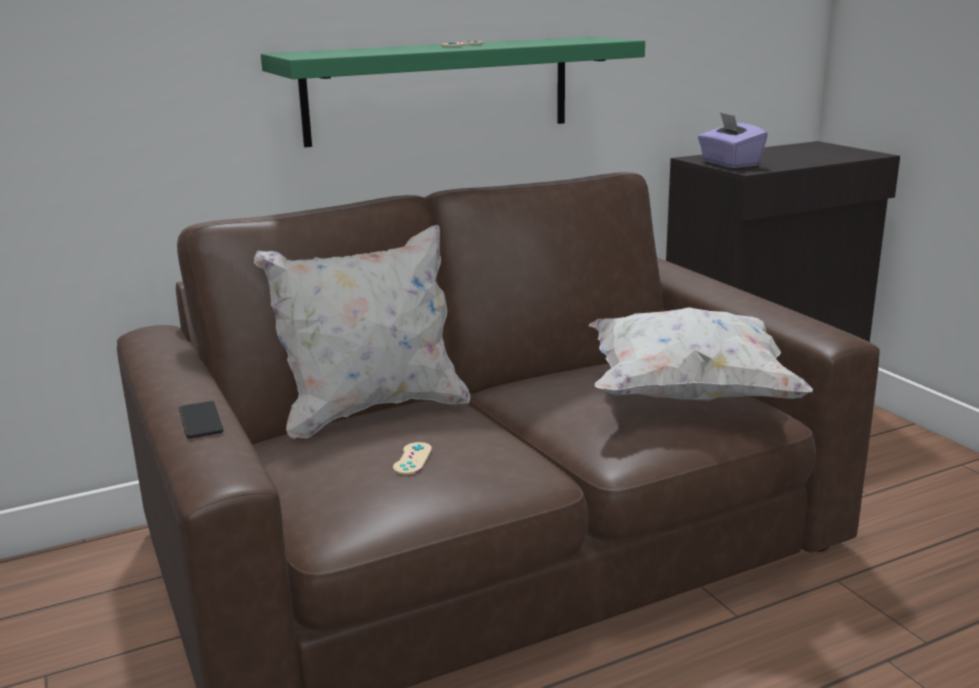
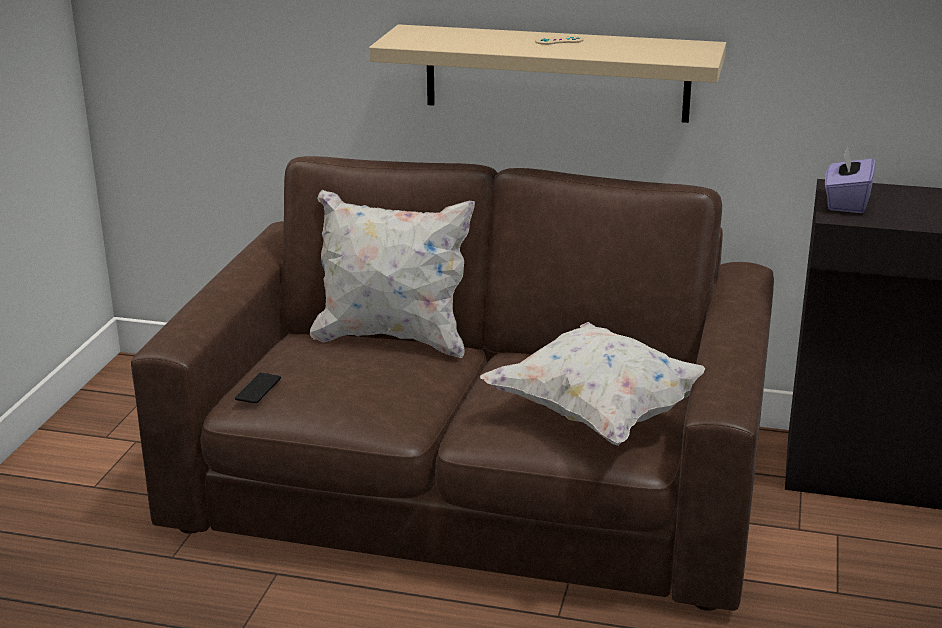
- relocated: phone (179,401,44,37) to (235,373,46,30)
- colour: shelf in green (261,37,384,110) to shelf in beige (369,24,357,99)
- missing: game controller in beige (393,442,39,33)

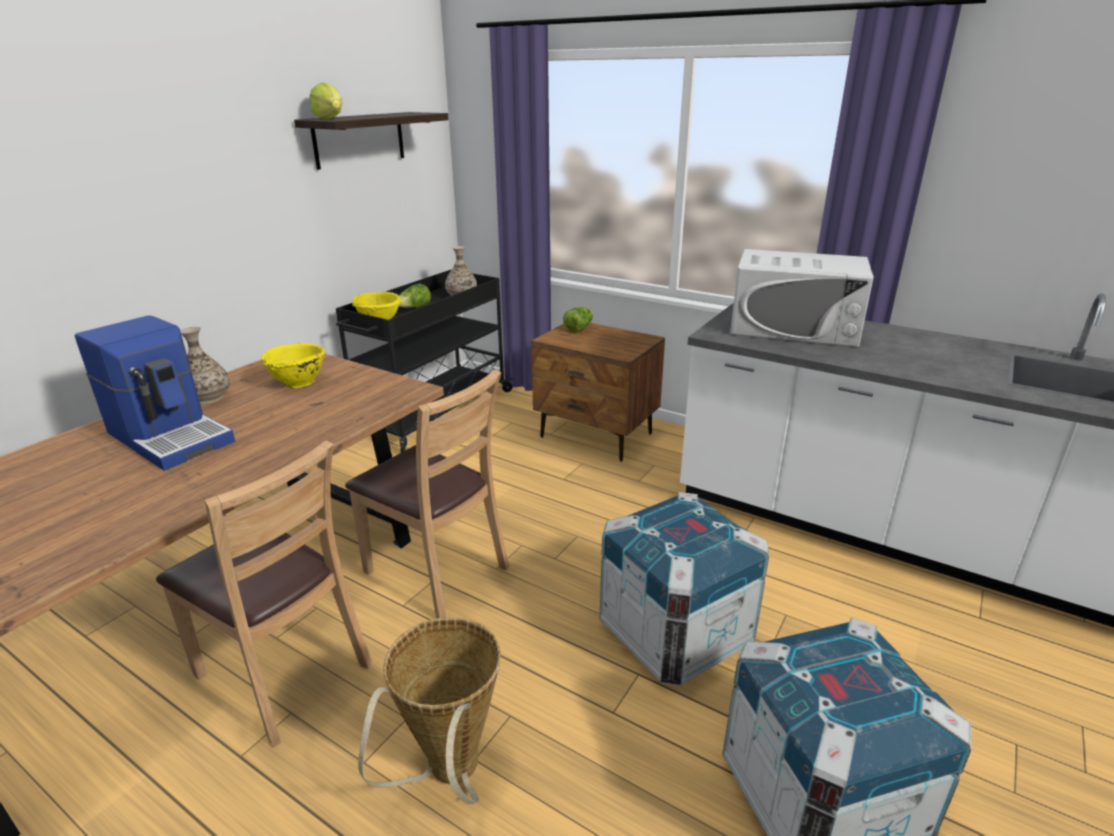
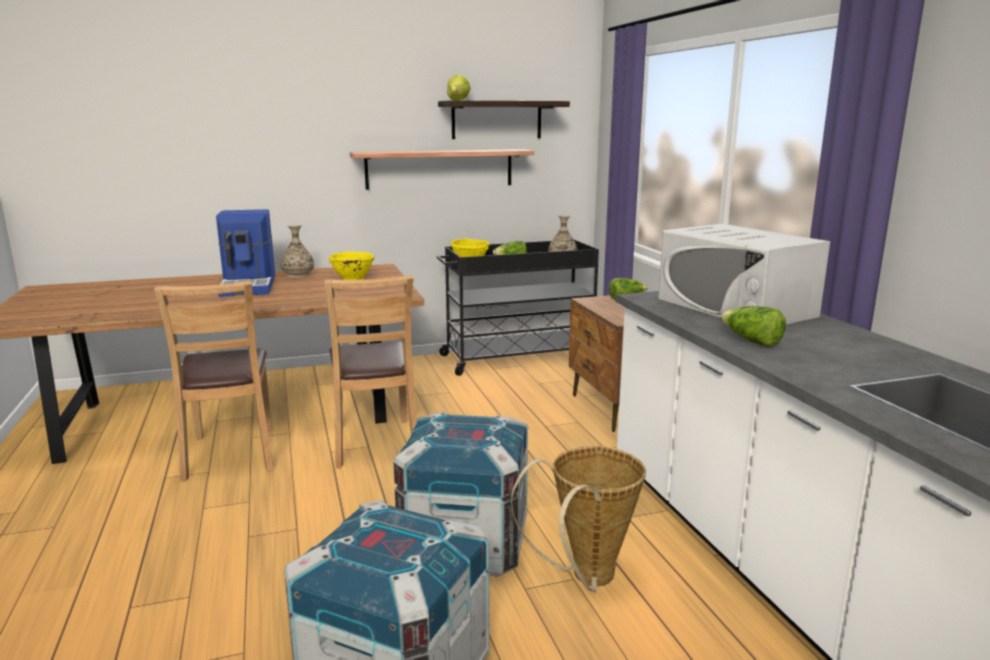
- relocated: basket (358,617,143,188) to (511,446,135,147)
- appeared: shelf (350,149,184,41)
- appeared: lettuce (721,306,65,41)

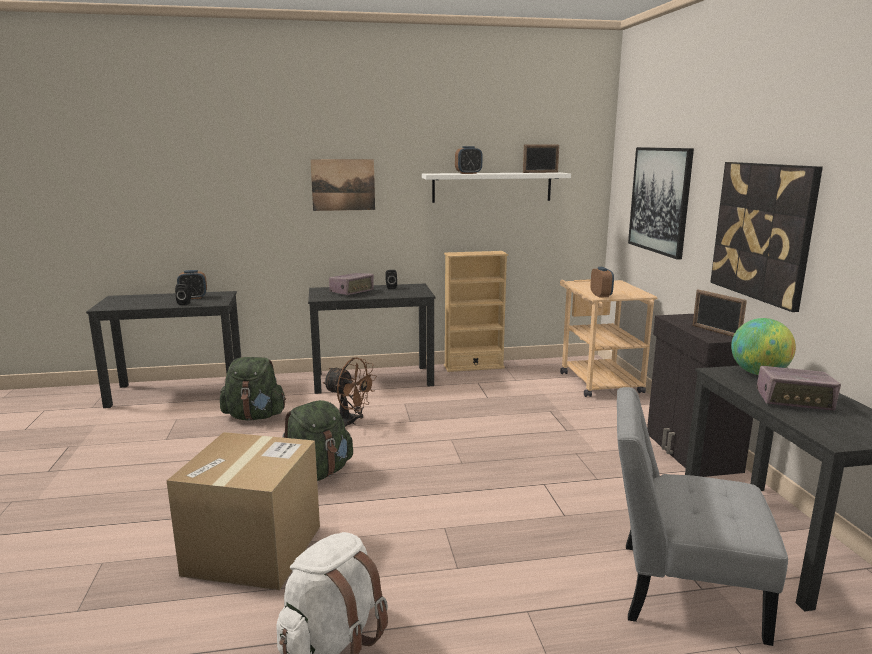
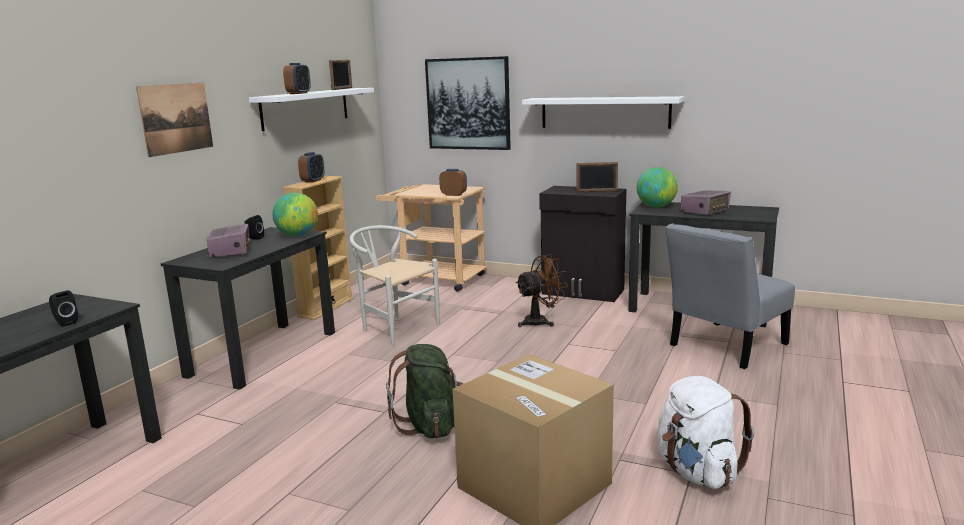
- relocated: alarm clock (177,270,30,29) to (298,152,27,31)
- missing: backpack in green (220,357,66,63)
- relocated: fan in brown (323,357,54,70) to (516,254,52,73)
- exchanged: picture (710,162,113,150) to shelf in white (522,96,162,33)
- appeared: globe (272,193,46,44)
- appeared: chair in white (350,225,90,121)

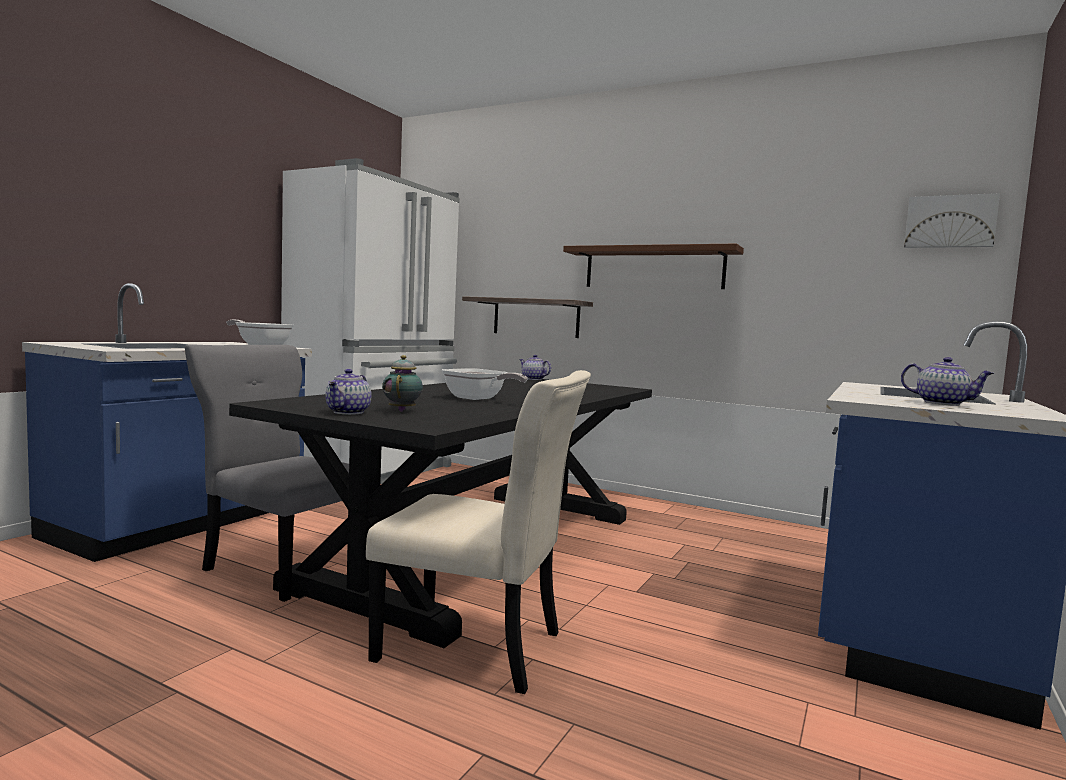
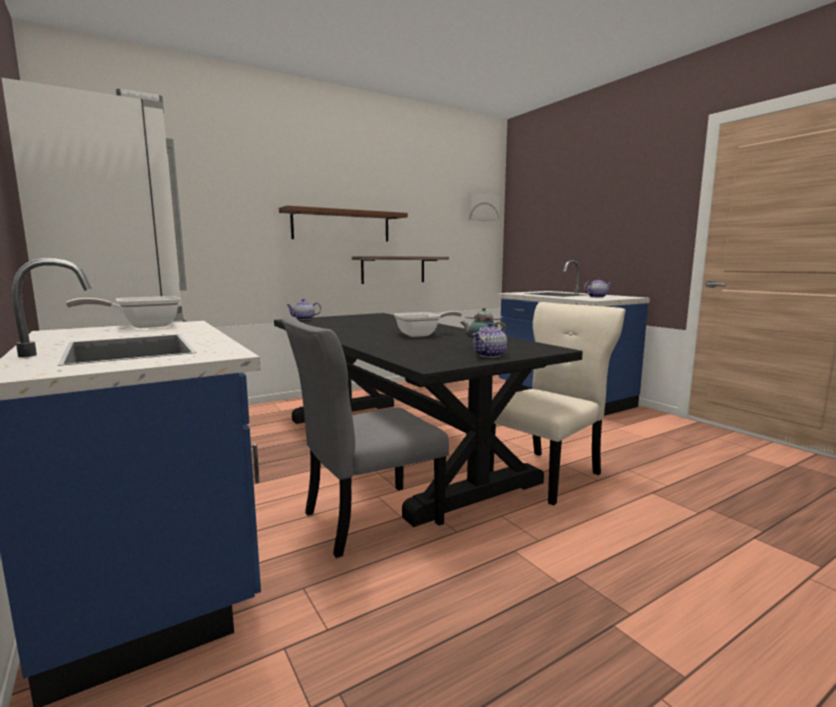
- spun: teapot (325,369,47,46) = (473,323,34,35) 90 degrees clockwise
- relocated: shelf (462,296,131,42) to (352,256,97,28)

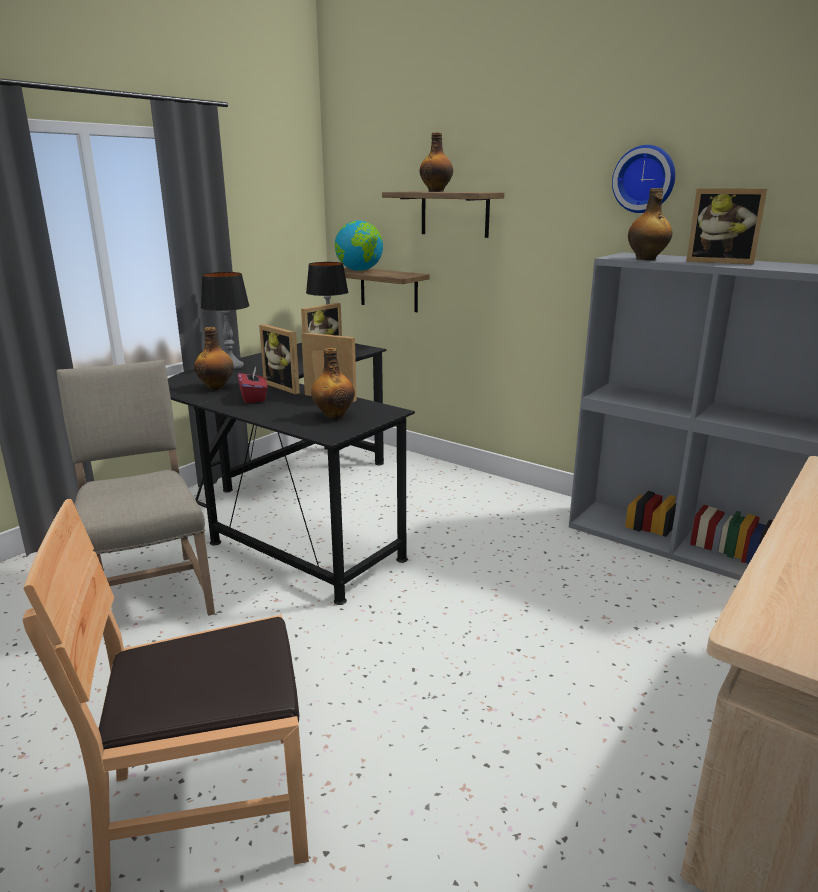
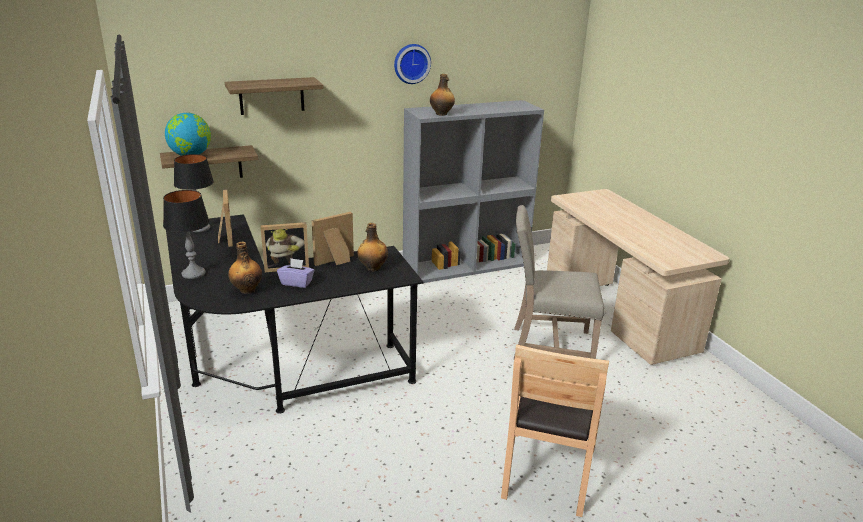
- relocated: chair in beige (56,360,159,256) to (514,205,91,154)
- colour: tissue box in red (238,367,30,36) to tissue box in purple (277,258,38,30)
- missing: bottle (420,132,33,60)
- missing: picture frame (686,188,81,77)

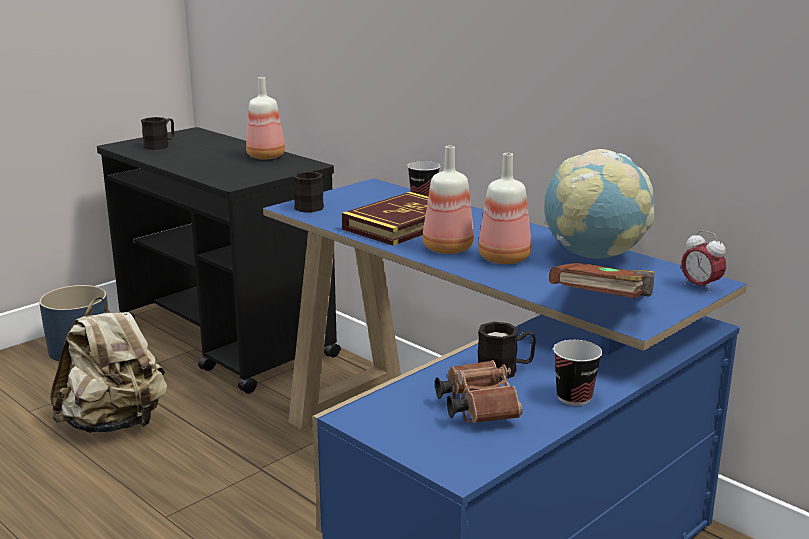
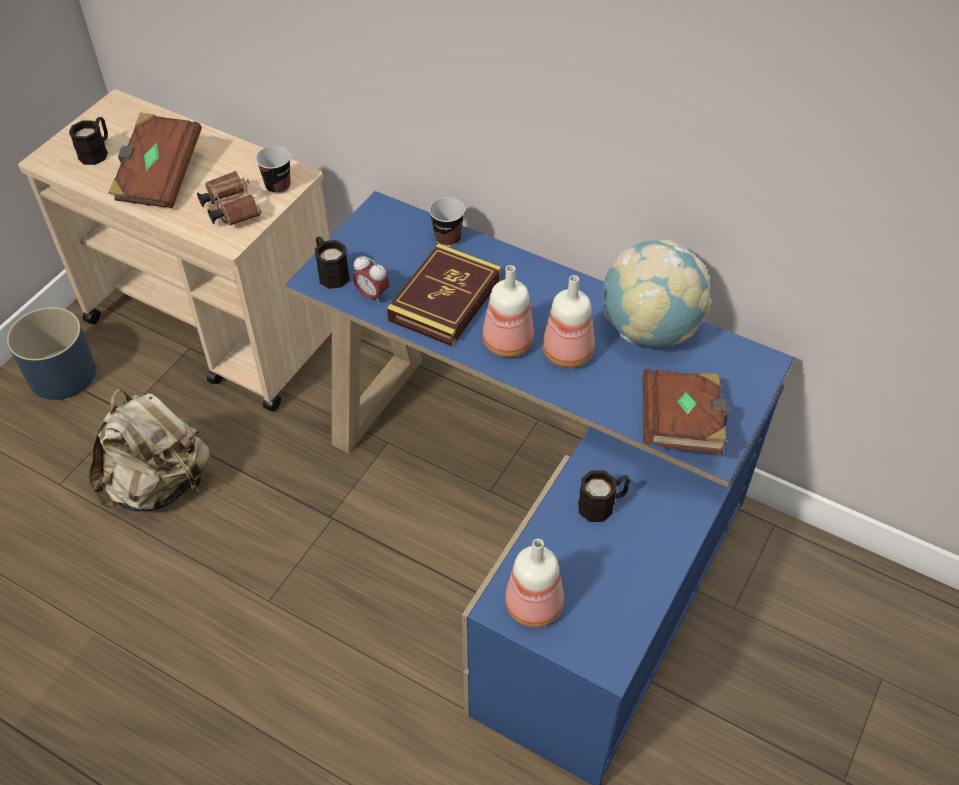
- colour: cart in black (97,127,244,267) to cart in beige (18,90,314,322)
- relocated: bottle (246,77,39,82) to (505,539,59,88)
- relocated: binoculars in brown (435,360,87,63) to (197,171,64,55)
- relocated: cup (553,340,49,66) to (256,146,35,48)
- relocated: alarm clock (681,230,45,63) to (352,256,38,48)
- appeared: book in brown (108,112,94,97)

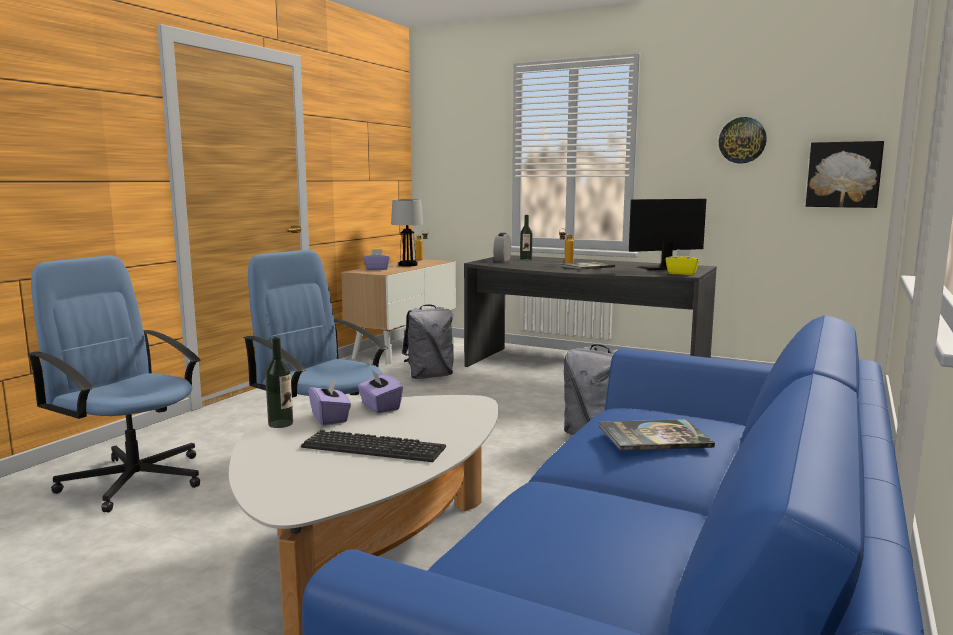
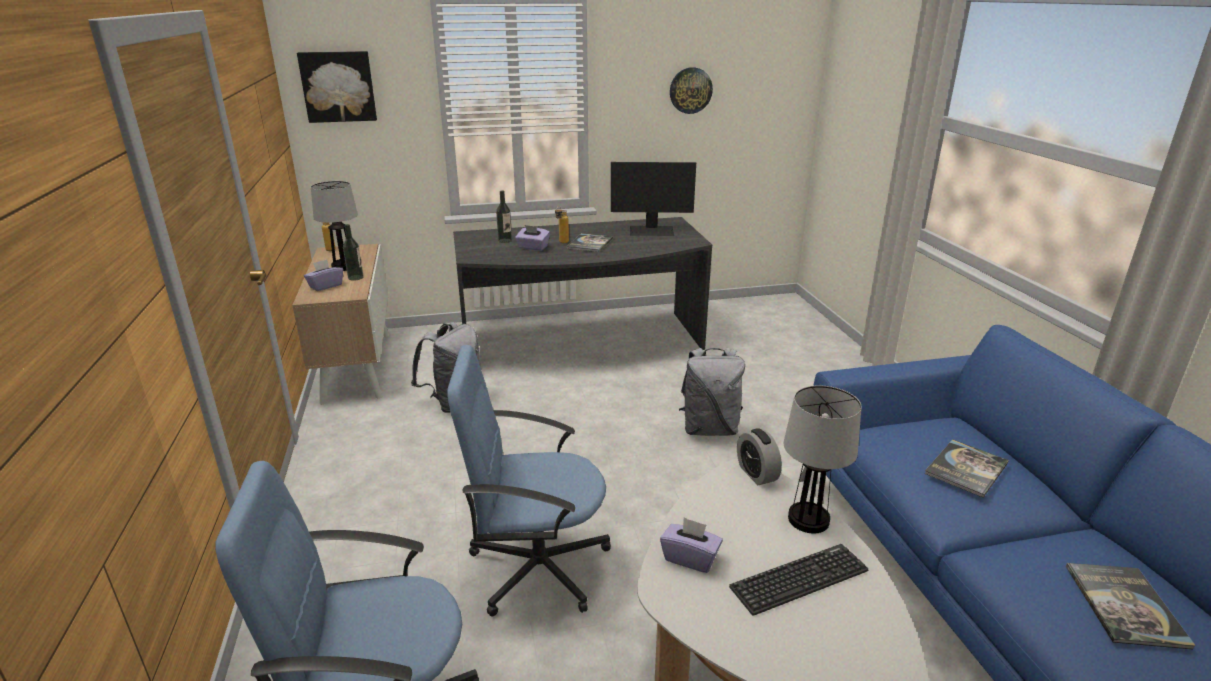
- relocated: bottle (265,337,28,91) to (343,224,21,57)
- relocated: tissue box in purple (357,369,46,44) to (515,225,35,26)
- relocated: alarm clock (493,233,18,28) to (737,428,45,57)
- spun: monitor (629,199,77,71) = (611,162,85,74) 120 degrees counterclockwise
- missing: tissue box in yellow (665,249,34,26)
- relocated: picture (806,141,78,67) to (297,51,80,72)
- appeared: table lamp (784,385,77,149)
- appeared: book (1066,563,130,87)

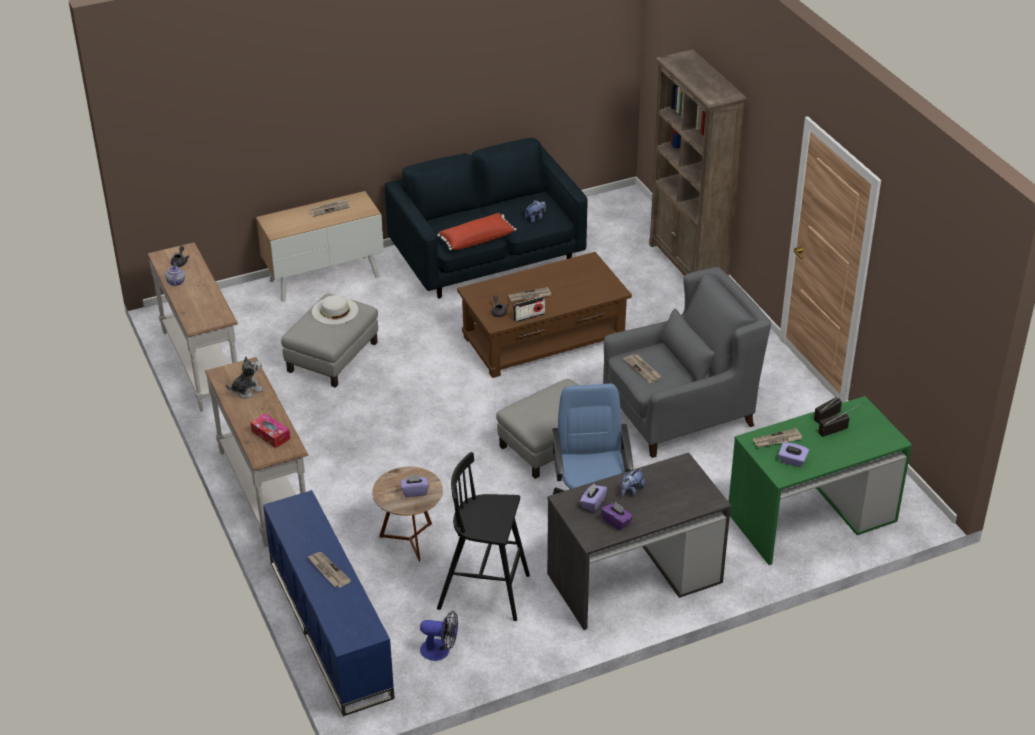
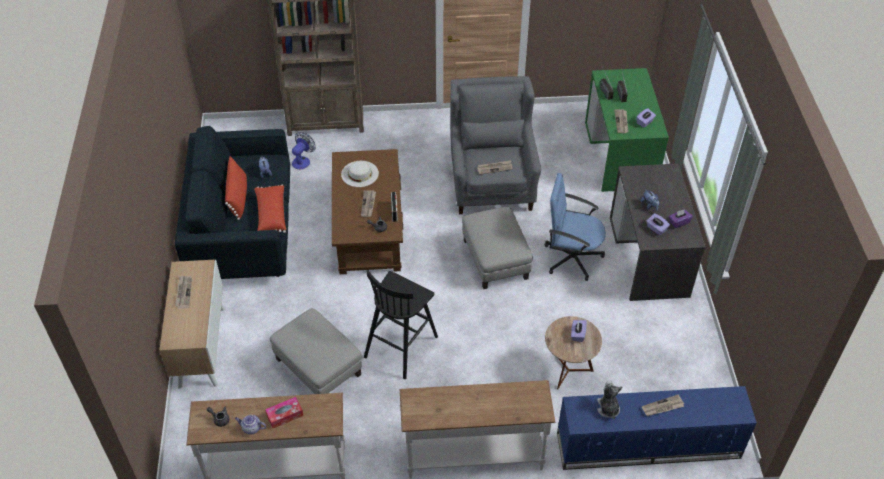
- relocated: plush toy (226,356,38,42) to (597,381,26,38)
- relocated: tissue box (250,414,40,34) to (265,397,38,31)
- relocated: hat in white (312,295,46,30) to (341,161,38,26)
- relocated: fan (420,611,38,50) to (292,132,24,37)
- relocated: stool in black (437,452,93,169) to (364,270,74,109)
- appeared: pillow in red (225,156,22,64)

